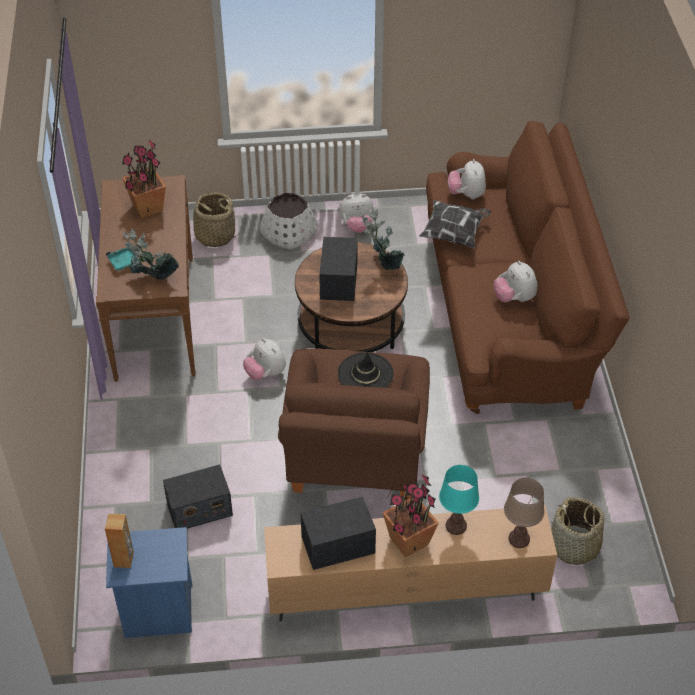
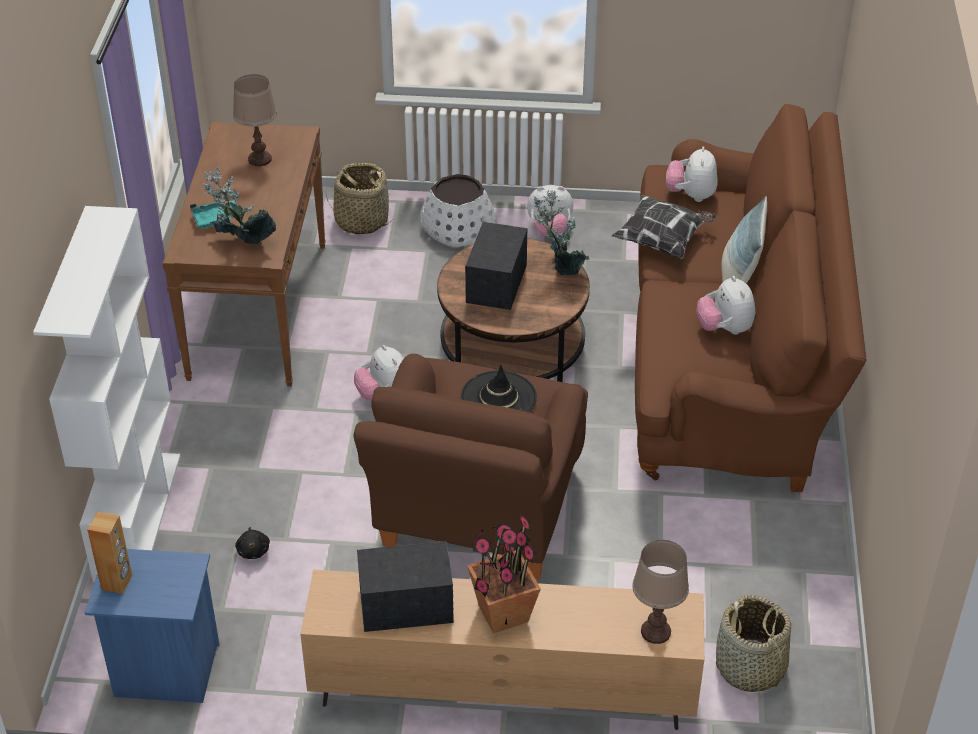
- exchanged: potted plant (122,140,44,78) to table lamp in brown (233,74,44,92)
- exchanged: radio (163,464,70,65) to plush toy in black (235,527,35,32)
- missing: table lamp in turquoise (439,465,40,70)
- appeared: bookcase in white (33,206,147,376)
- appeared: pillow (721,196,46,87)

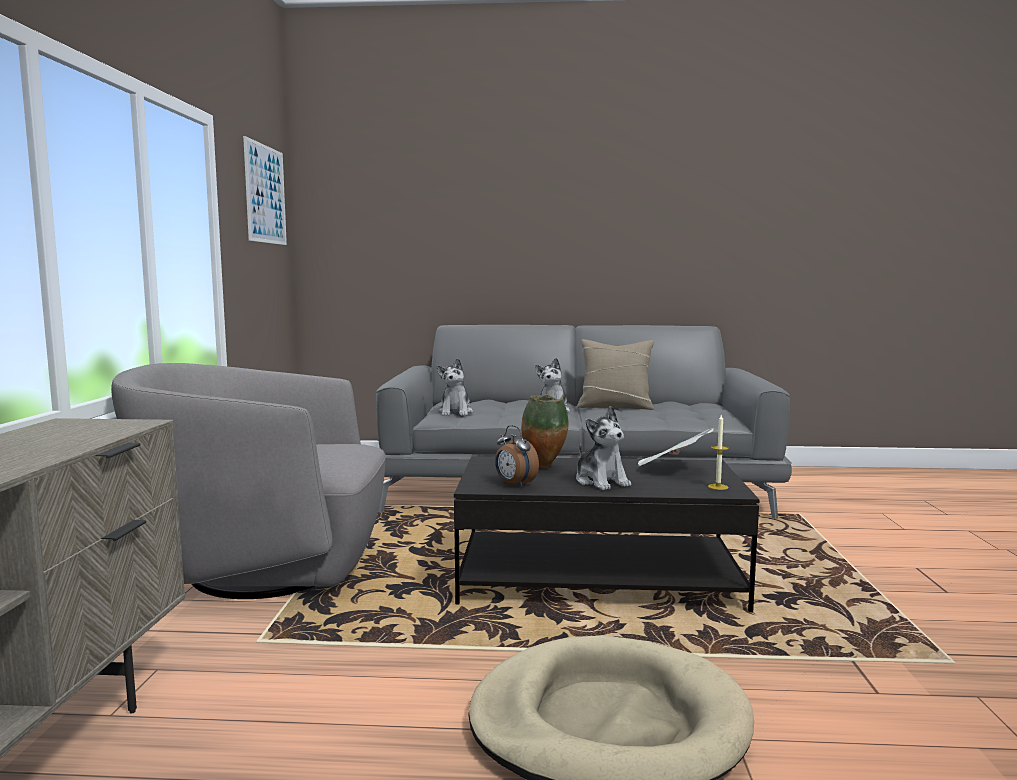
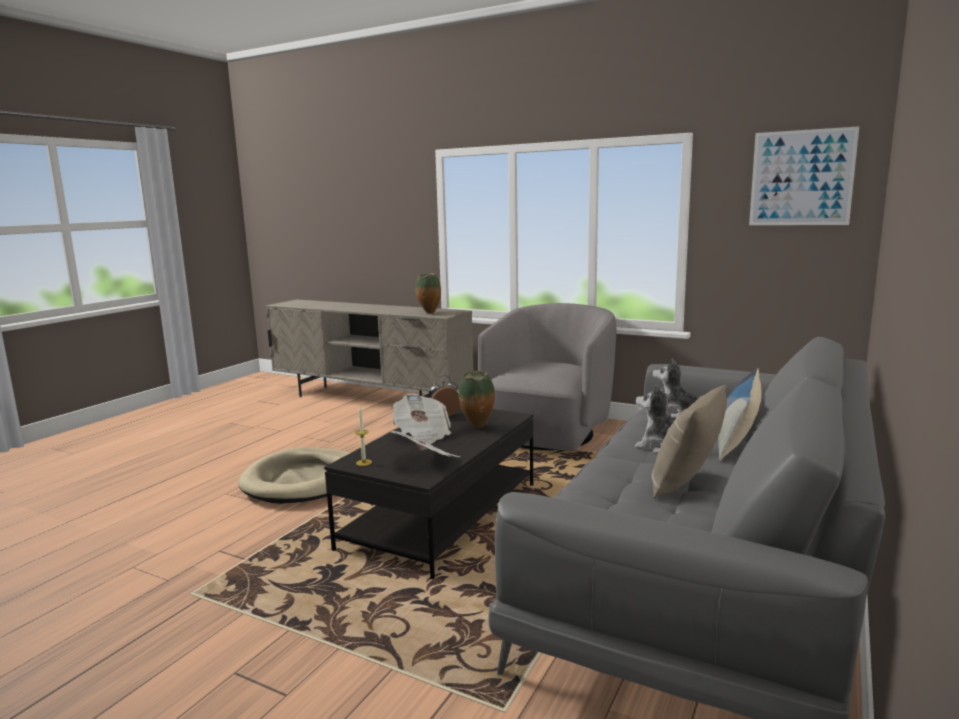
- exchanged: plush toy (576,406,55,84) to newspaper (393,394,58,50)
- appeared: vase (415,273,26,41)
- appeared: pillow (718,368,44,93)

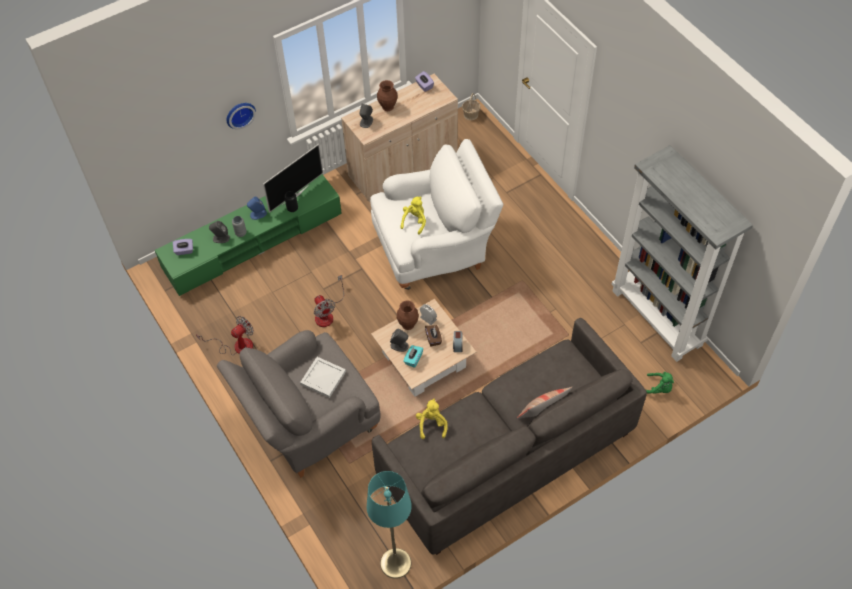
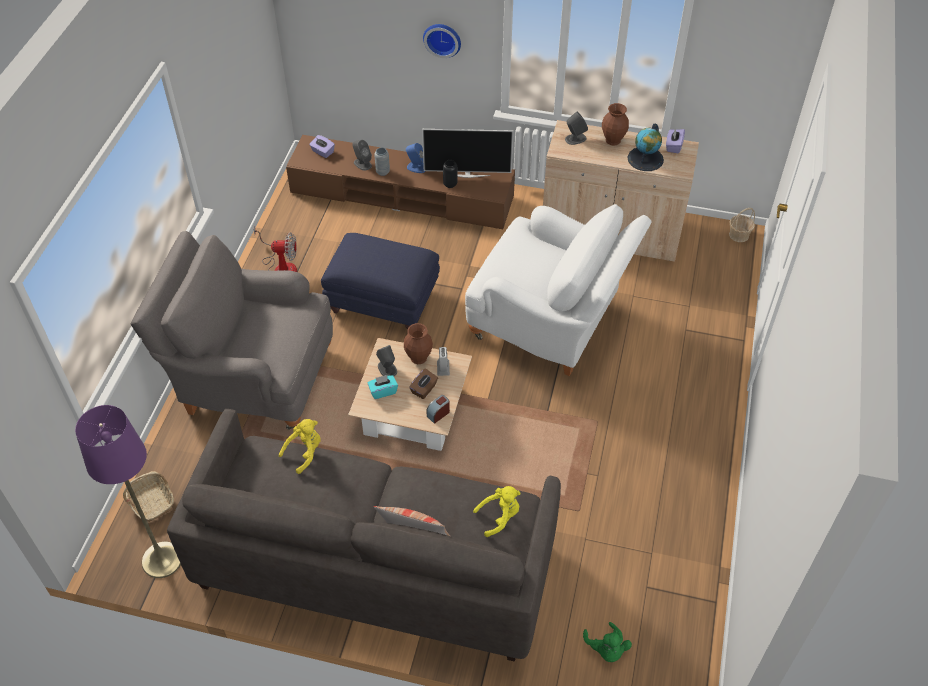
- colour: tv stand in green (155,174,187,122) to tv stand in brown (286,135,229,94)
- missing: tray in white (300,357,46,41)
- exchanged: fan (314,275,30,52) to ottoman in blue (321,233,119,96)
- colour: floor lamp in turquoise (367,471,45,108) to floor lamp in purple (75,405,106,173)
- relocated: plush toy in yellow (400,197,26,38) to (473,486,48,51)
- missing: bookcase in grey (611,145,142,217)
- appeared: basket (123,471,51,51)
- appeared: globe (628,123,36,48)

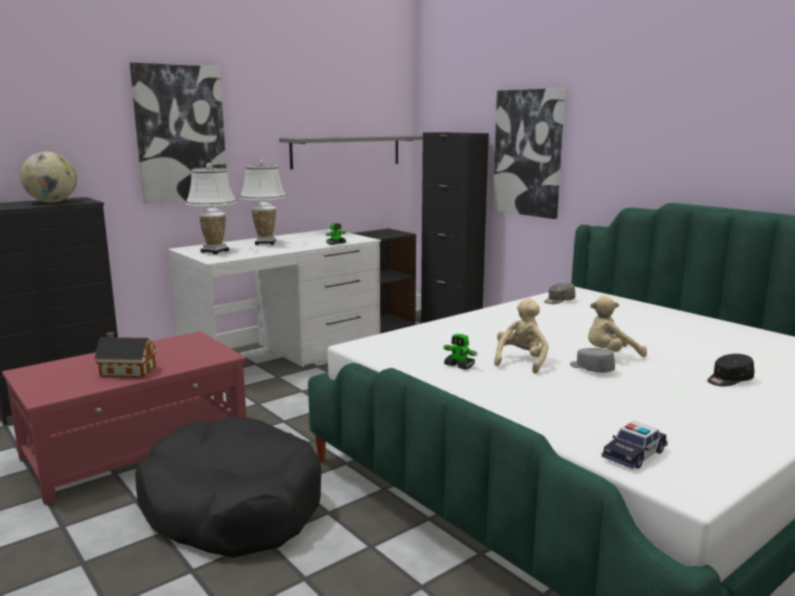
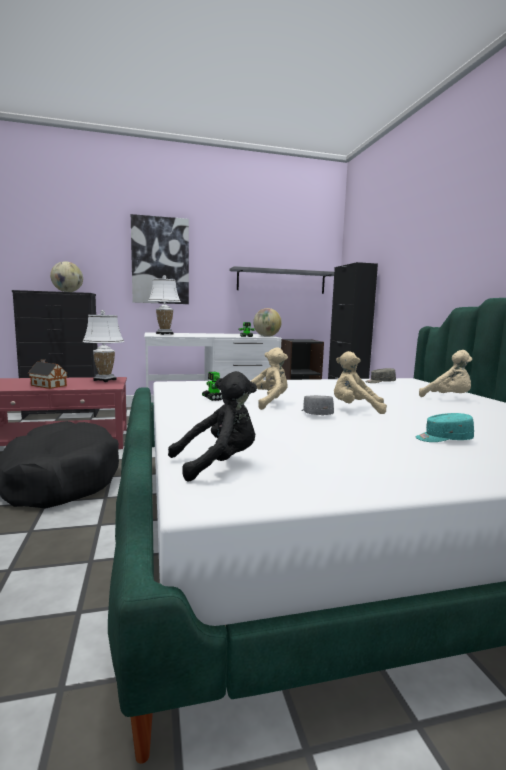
- relocated: table lamp in white (239,160,48,85) to (83,310,41,72)
- missing: picture (493,88,72,131)
- exchanged: toy car (602,421,66,48) to plush toy in black (168,371,89,111)
- colour: cap in black (707,354,47,32) to cap in turquoise (416,413,58,29)
- appeared: globe (253,308,29,29)
- appeared: plush toy in beige (419,350,53,47)

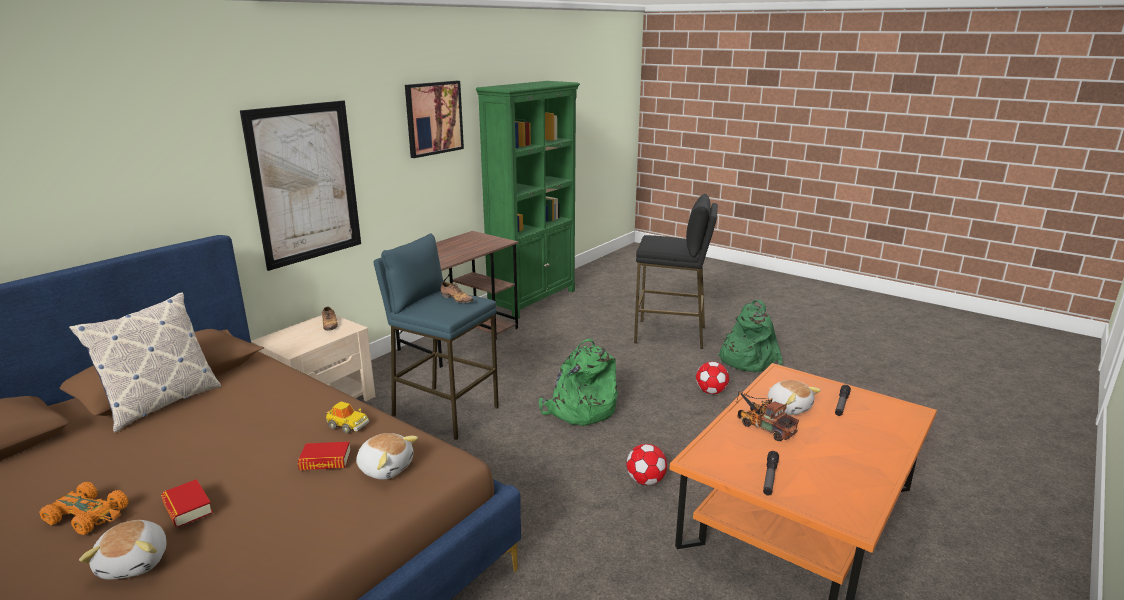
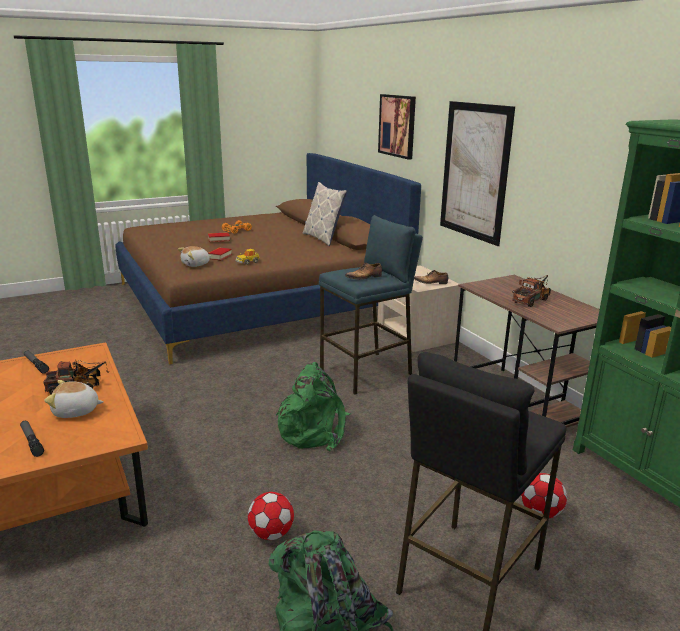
- missing: plush toy (79,520,88,60)
- relocated: picture (405,81,59,77) to (378,94,38,66)
- relocated: football (627,444,40,41) to (521,473,46,45)
- appeared: toy truck (512,275,39,32)

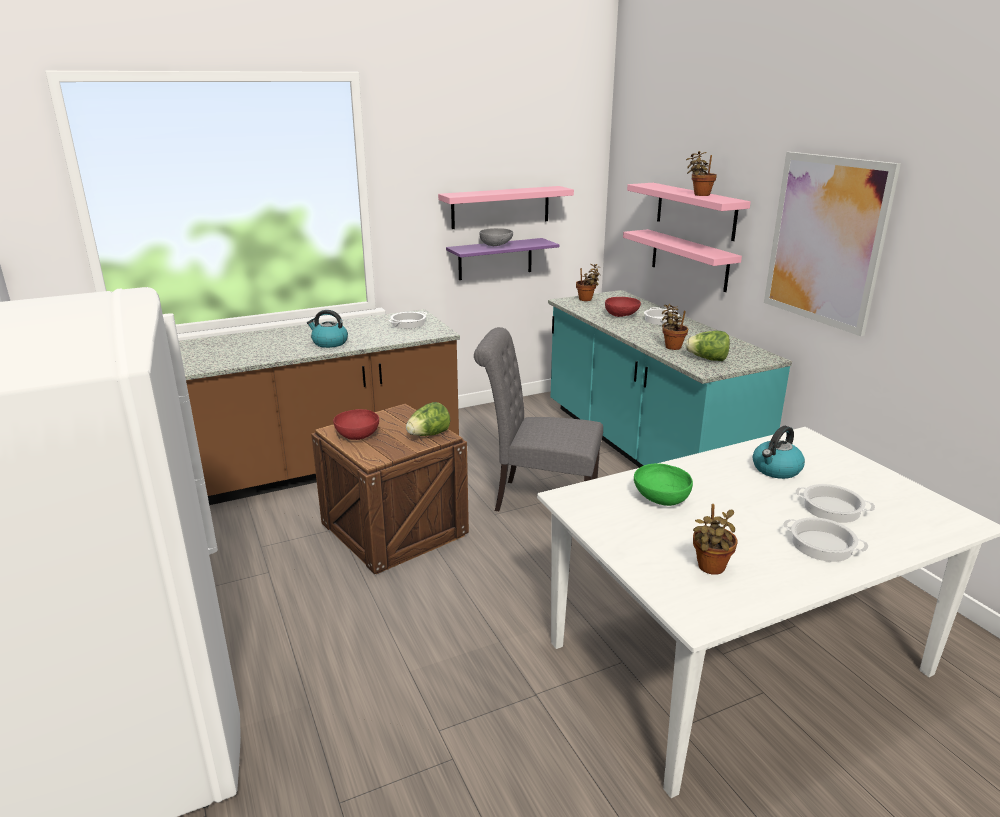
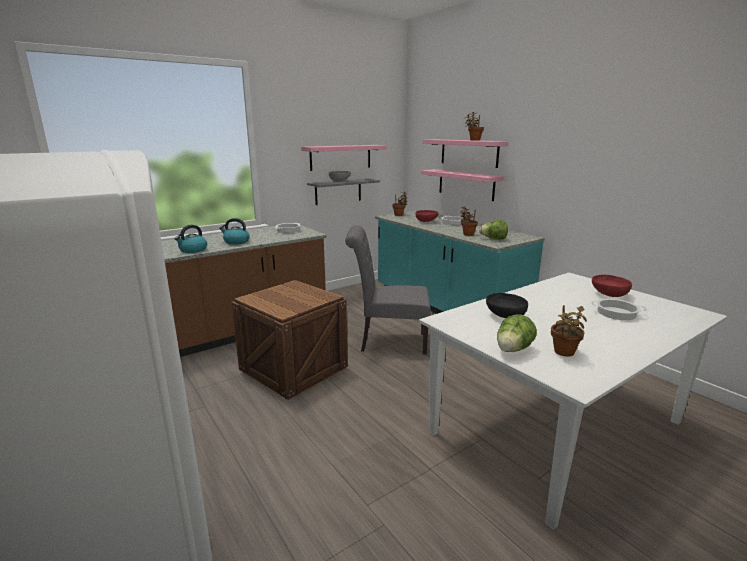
- relocated: bowl in red (333,409,46,31) to (592,275,40,22)
- relocated: lettuce (406,402,44,34) to (497,314,40,38)
- colour: shelf in purple (446,238,113,42) to shelf in grey (307,178,73,27)
- colour: bowl in green (634,463,59,43) to bowl in black (486,293,42,25)
- relocated: kettle (753,426,52,53) to (174,225,33,28)
- missing: picture (764,152,137,184)
- missing: cooking pot (783,517,86,45)

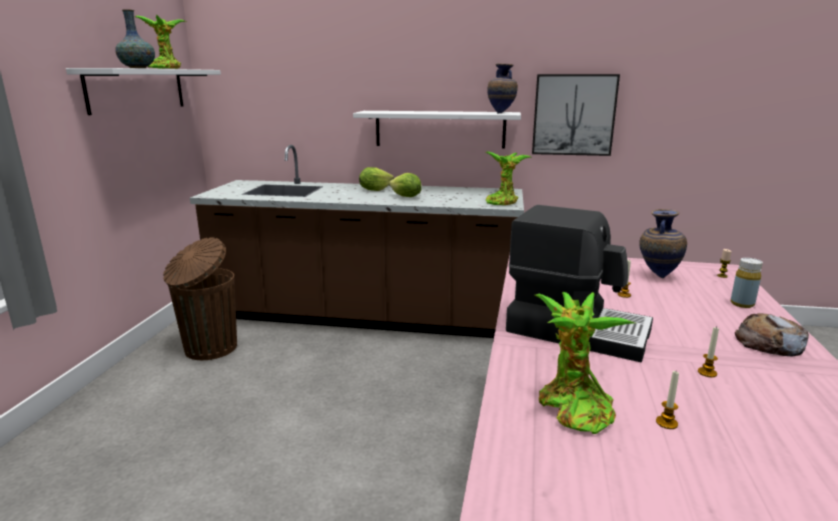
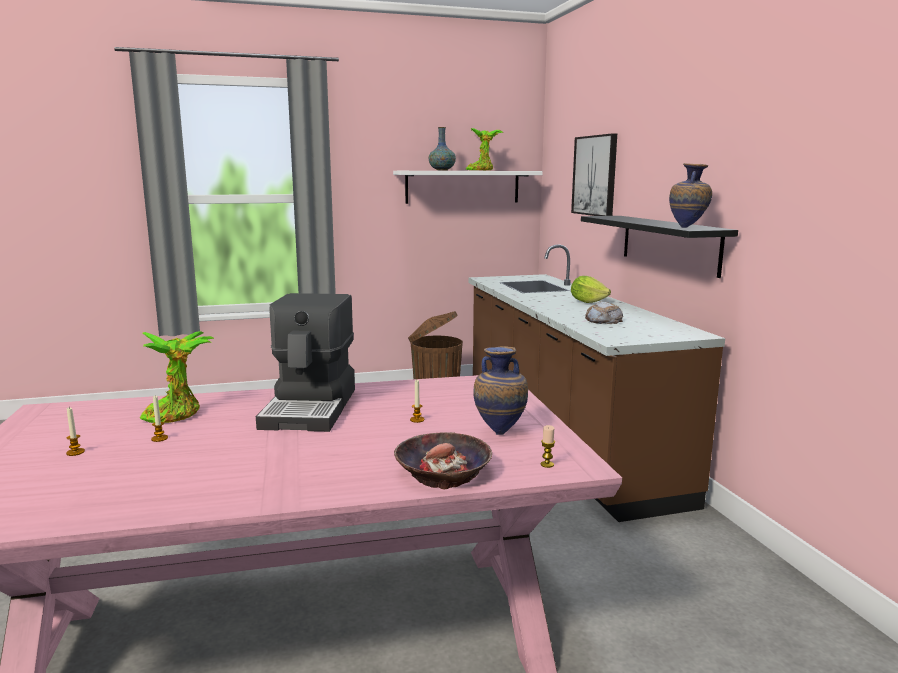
- colour: shelf in white (353,111,168,38) to shelf in black (581,216,157,62)
- missing: lettuce (389,173,33,24)
- missing: potted plant (486,152,46,53)
- relocated: picture (532,74,88,82) to (571,133,46,83)
- relocated: candle (698,326,21,51) to (66,407,19,49)
- exchanged: bottle in yellow (731,258,32,50) to bowl (394,432,98,57)
- relocated: bread (735,313,74,44) to (585,301,38,23)

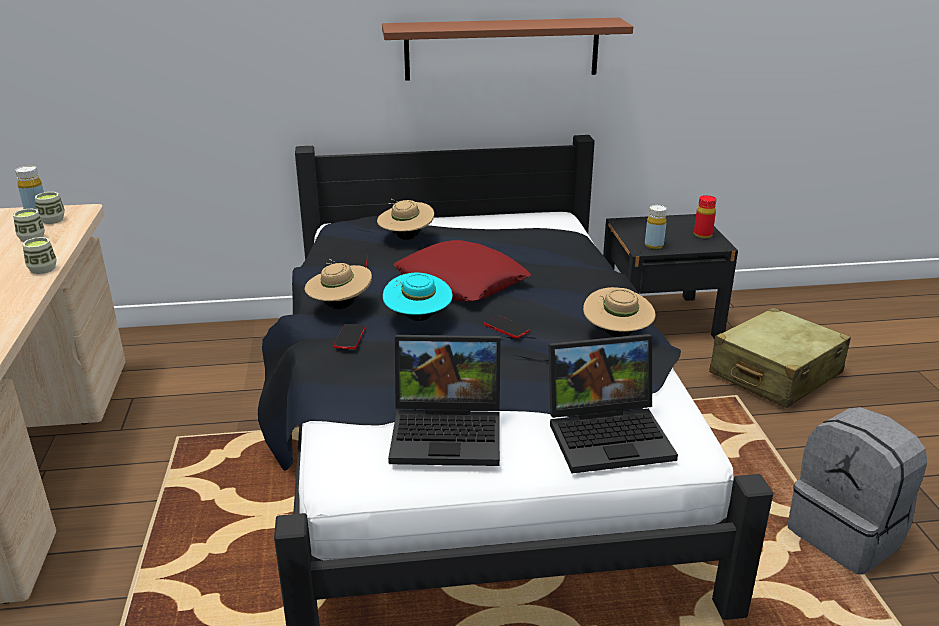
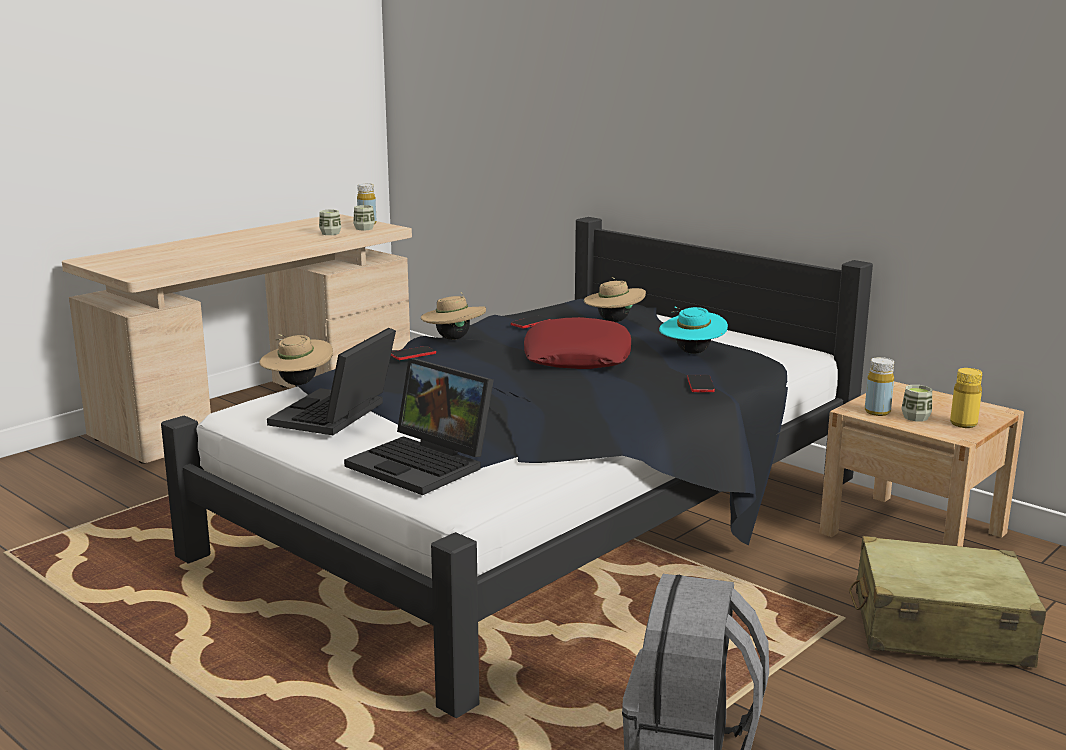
- relocated: cup (22,237,35,37) to (901,385,31,36)
- missing: shelf in brown (382,18,251,63)
- relocated: hat in turquoise (383,273,70,48) to (659,307,69,47)
- spun: laptop (388,335,113,131) = (267,328,129,107) 60 degrees clockwise
- relocated: phone (484,315,46,24) to (687,375,28,17)
- relocated: hat in beige (583,287,72,50) to (259,334,74,51)
- colour: nightstand in black (603,214,135,125) to nightstand in beige (819,382,205,165)
- colour: bottle in red (694,195,22,44) to bottle in yellow (950,368,32,60)

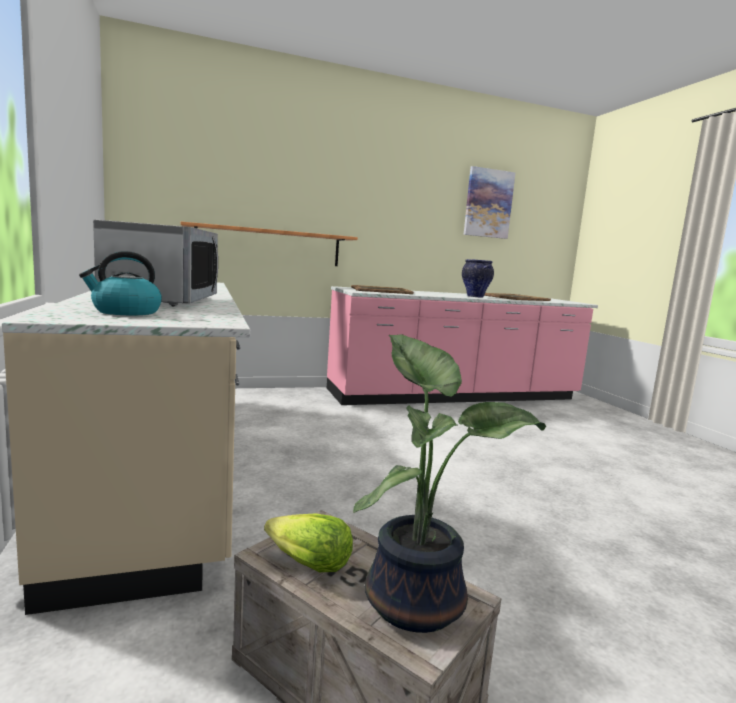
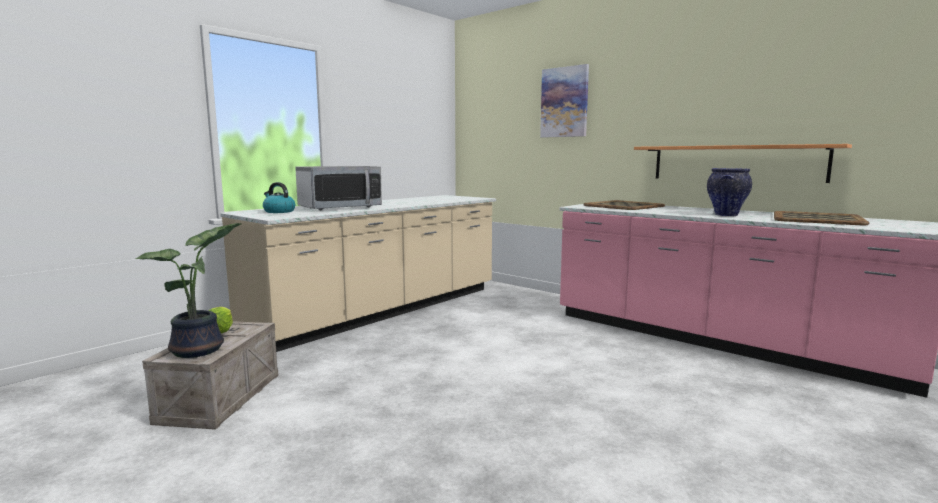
- relocated: shelf (181,222,177,44) to (634,144,218,39)
- relocated: picture (464,166,52,73) to (540,64,49,74)

